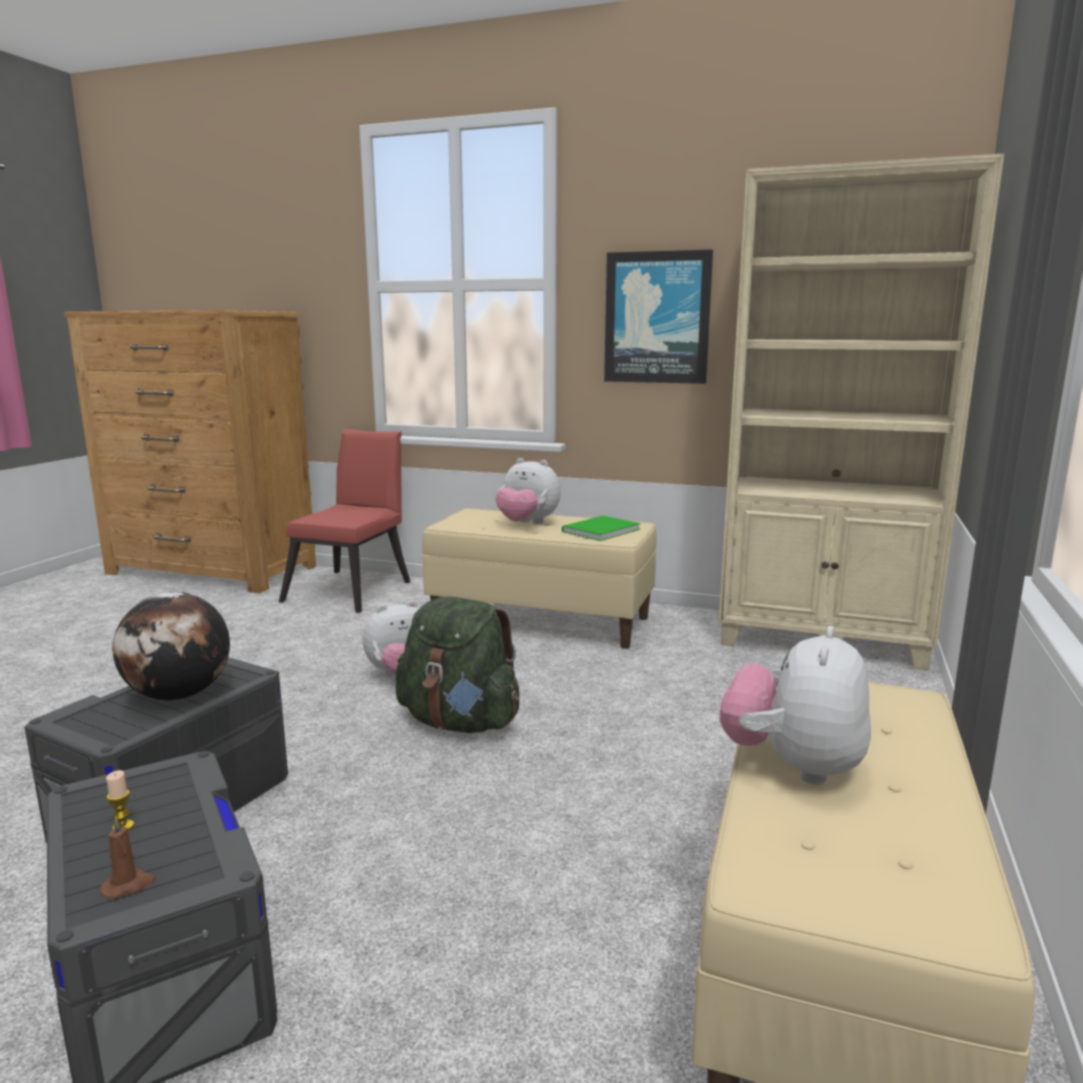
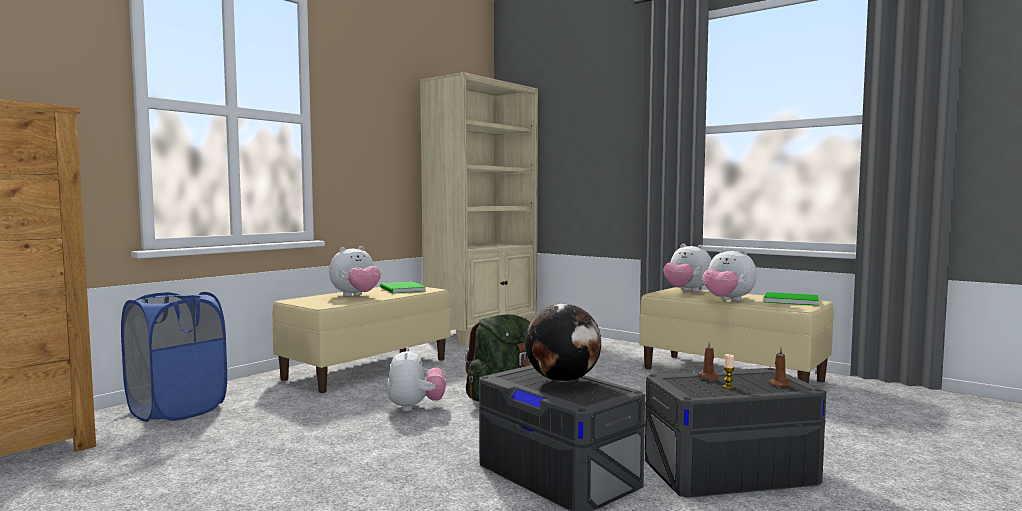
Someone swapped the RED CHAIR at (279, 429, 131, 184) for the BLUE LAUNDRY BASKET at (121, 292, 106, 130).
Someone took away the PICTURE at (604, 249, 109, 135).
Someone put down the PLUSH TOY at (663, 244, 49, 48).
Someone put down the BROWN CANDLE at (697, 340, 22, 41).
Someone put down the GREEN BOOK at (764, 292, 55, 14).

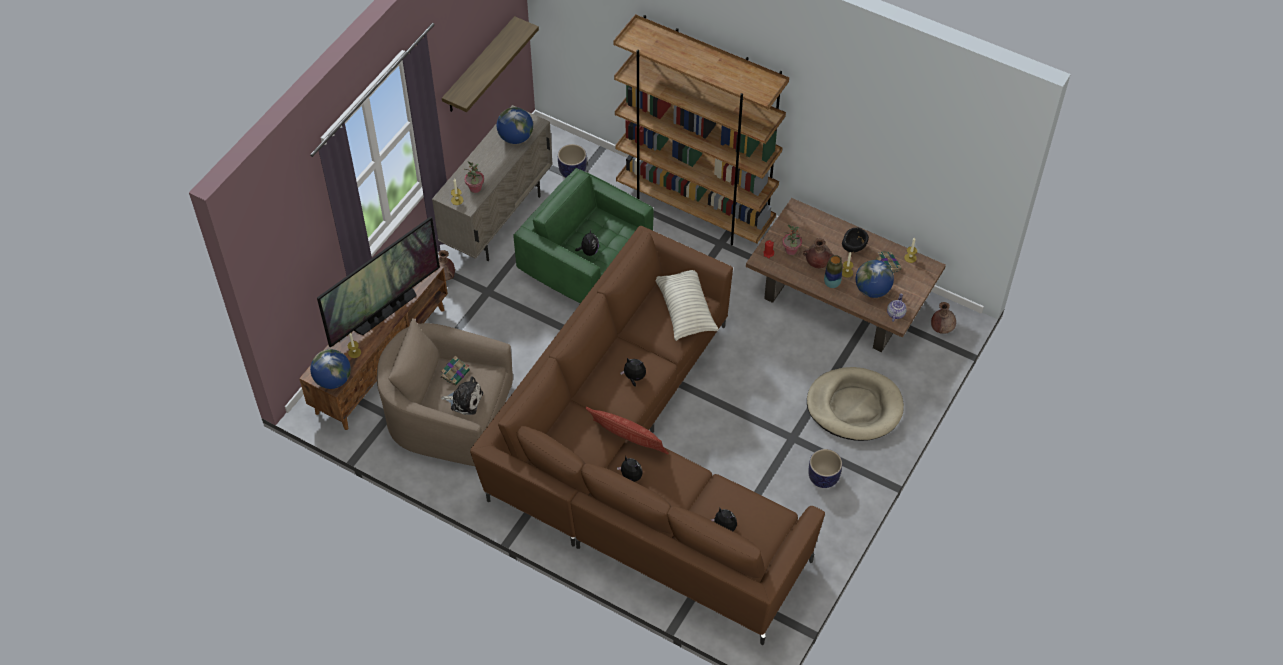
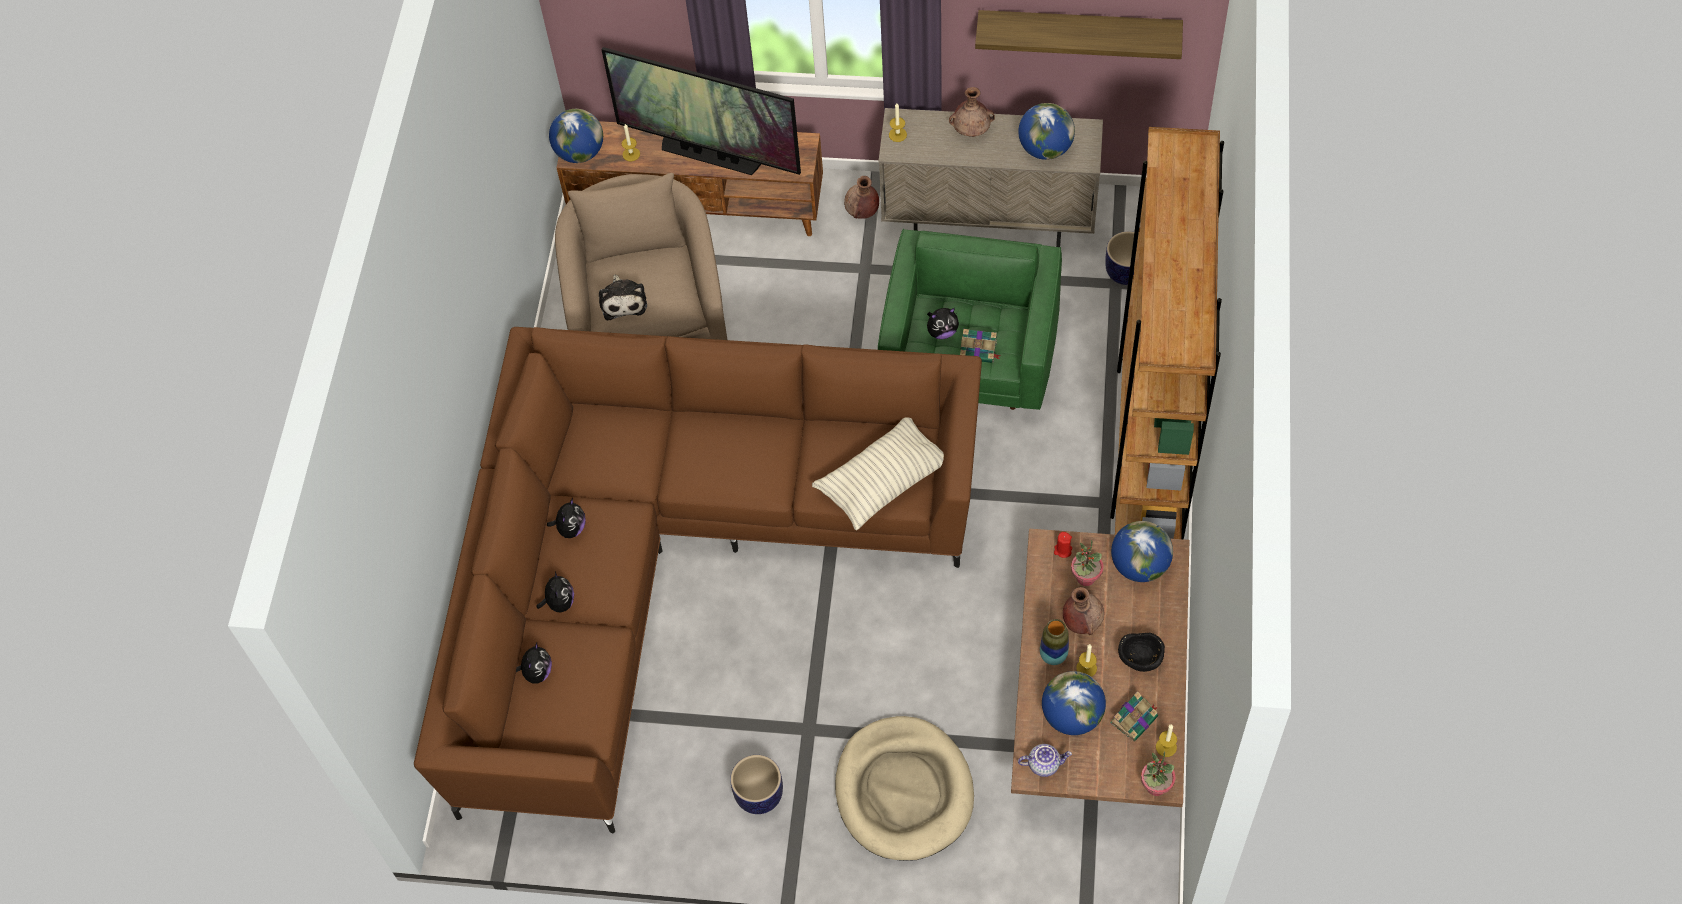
Someone carried the BOOK from (440, 356, 30, 30) to (960, 329, 41, 34).
Someone carried the POTTED PLANT from (465, 161, 19, 32) to (1141, 752, 34, 44).
Someone took away the PILLOW at (586, 407, 83, 47).
Someone carried the PLUSH TOY from (620, 358, 26, 28) to (537, 571, 37, 41).
Someone carried the BROWN VASE from (931, 302, 25, 32) to (949, 87, 46, 50).
Someone put down the GLOBE at (1111, 521, 62, 61).

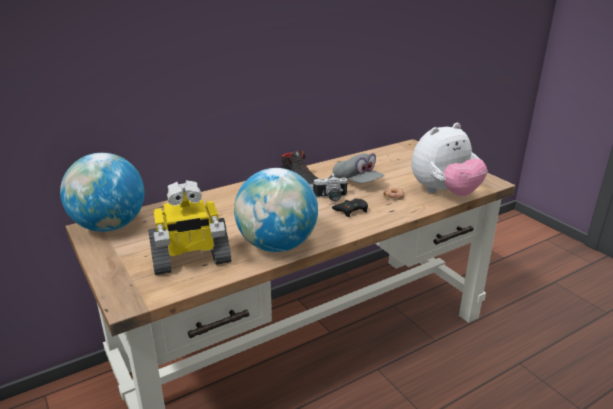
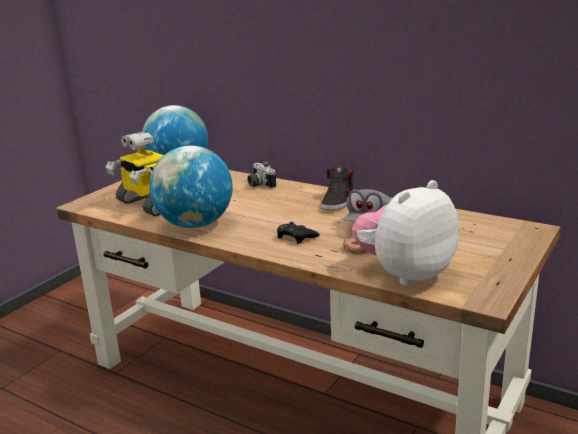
Someone carried the PHOTO CAMERA from (313, 173, 34, 28) to (247, 162, 29, 27).
Someone rotated the PLUSH TOY at (411, 123, 77, 73) by 105 degrees clockwise.

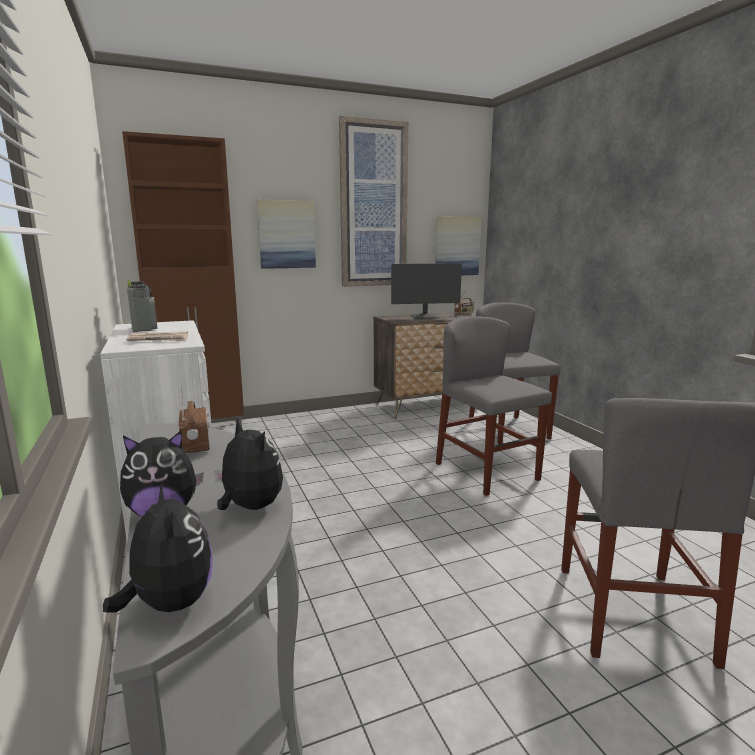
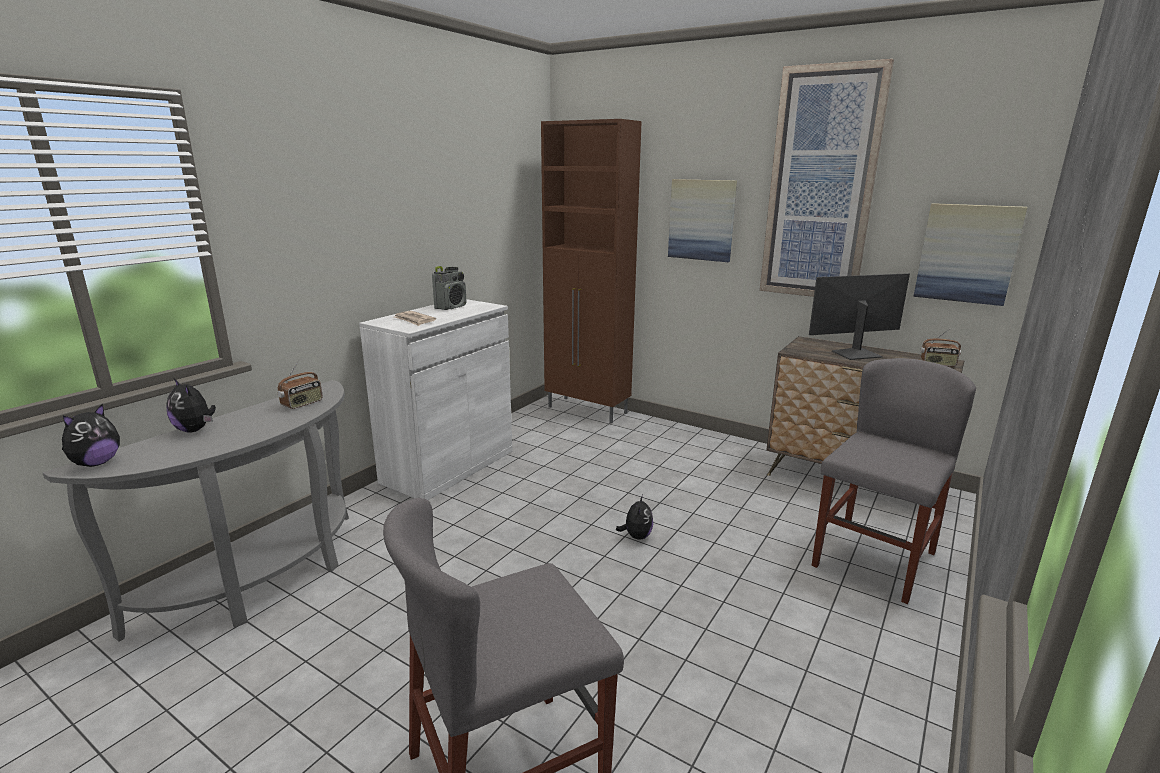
Someone carried the PLUSH TOY from (214, 419, 69, 91) to (616, 495, 37, 44).
Someone rotated the MONITOR at (391, 263, 71, 56) by 120 degrees clockwise.
Someone took away the GREY CHAIR at (436, 316, 116, 180).

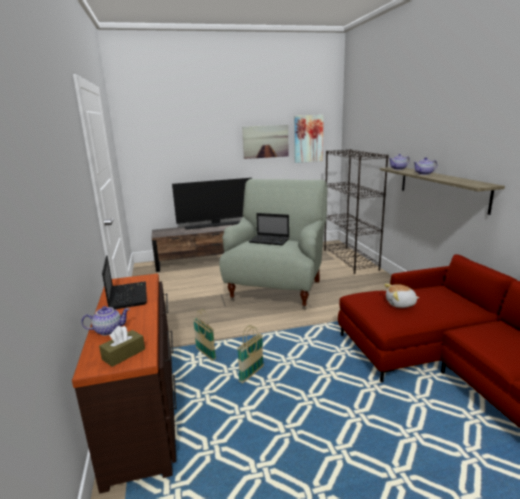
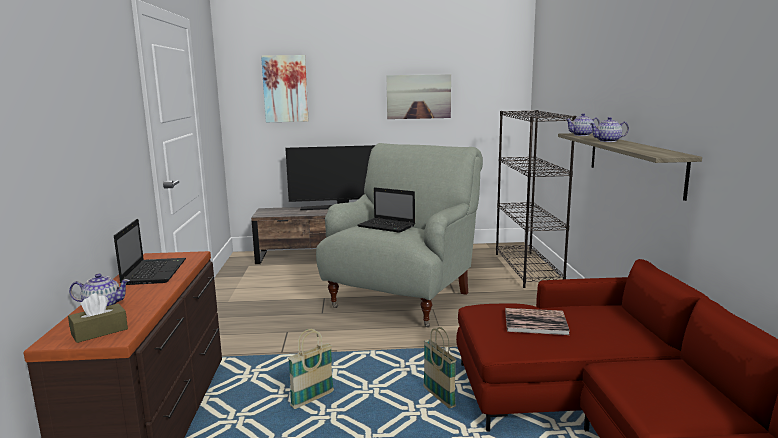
Someone carried the BASKET from (193, 309, 23, 52) to (423, 327, 33, 82).
Someone carried the PICTURE from (294, 115, 30, 48) to (261, 55, 48, 67).
Someone swapped the PLUSH TOY at (384, 284, 36, 24) for the BOOK at (505, 308, 65, 27).

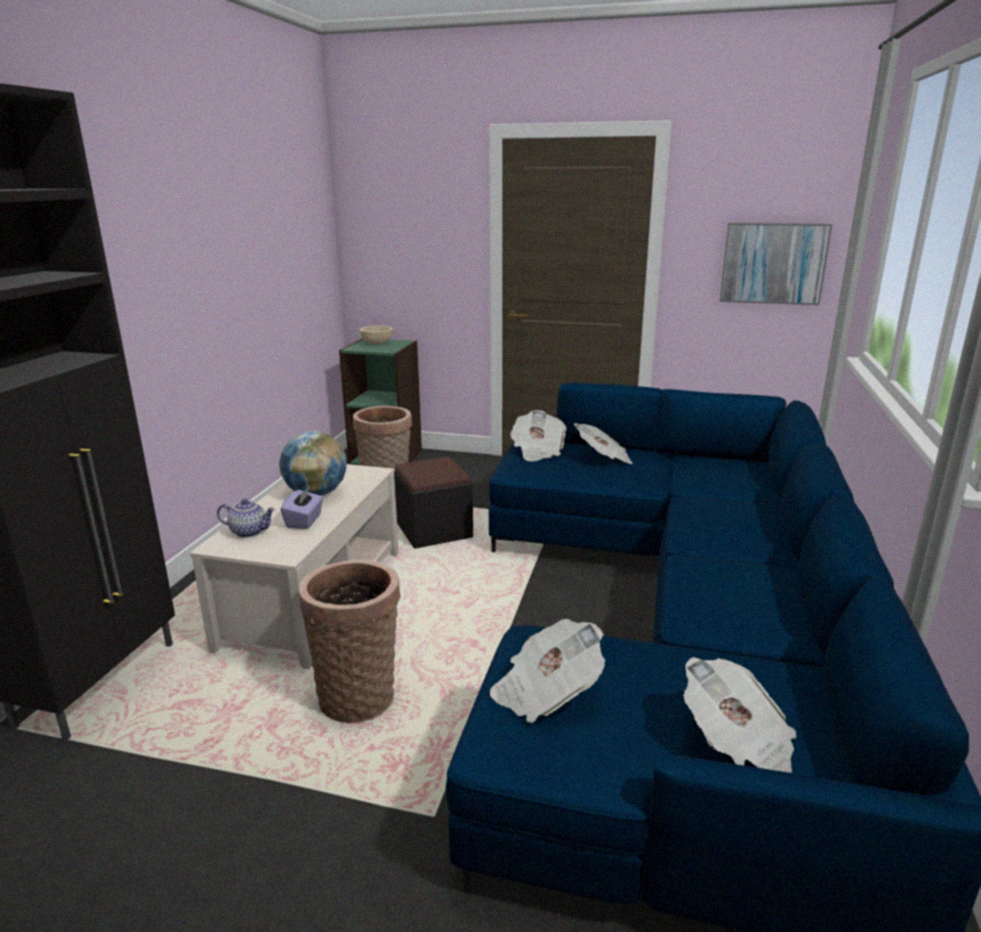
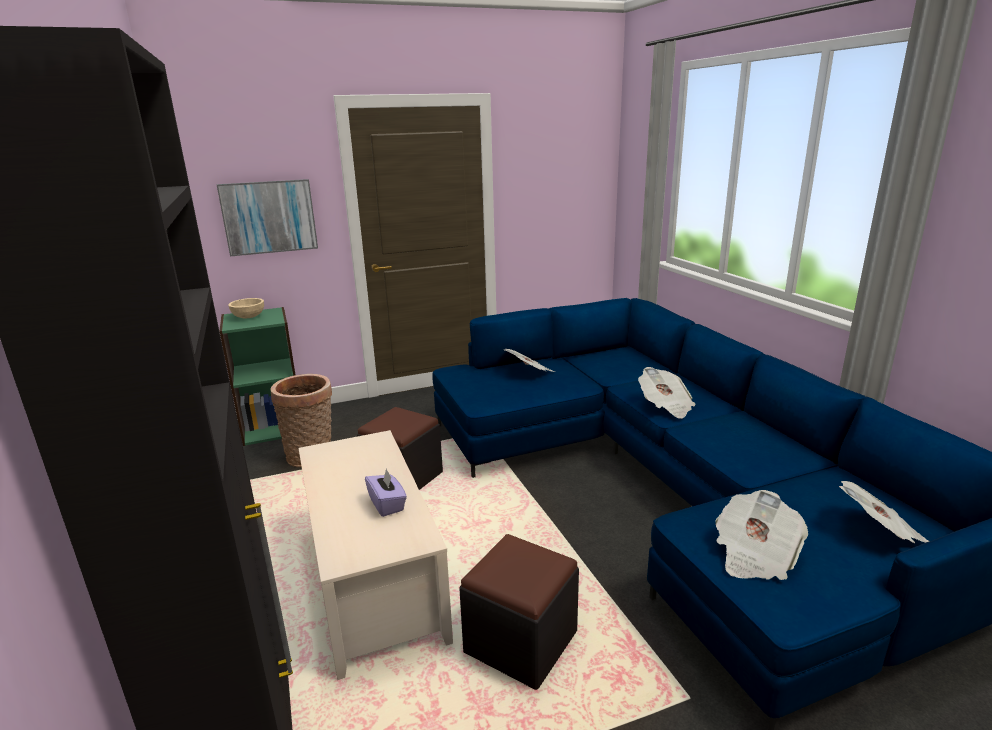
Someone took away the TEAPOT at (217, 499, 58, 39).
Someone took away the GLOBE at (279, 431, 68, 65).
Someone swapped the BASKET at (299, 560, 102, 163) for the BLACK OTTOMAN at (459, 534, 120, 156).
Someone carried the NEWSPAPER from (510, 410, 57, 51) to (638, 367, 58, 52).
Someone carried the PICTURE from (720, 223, 112, 82) to (217, 179, 101, 77).

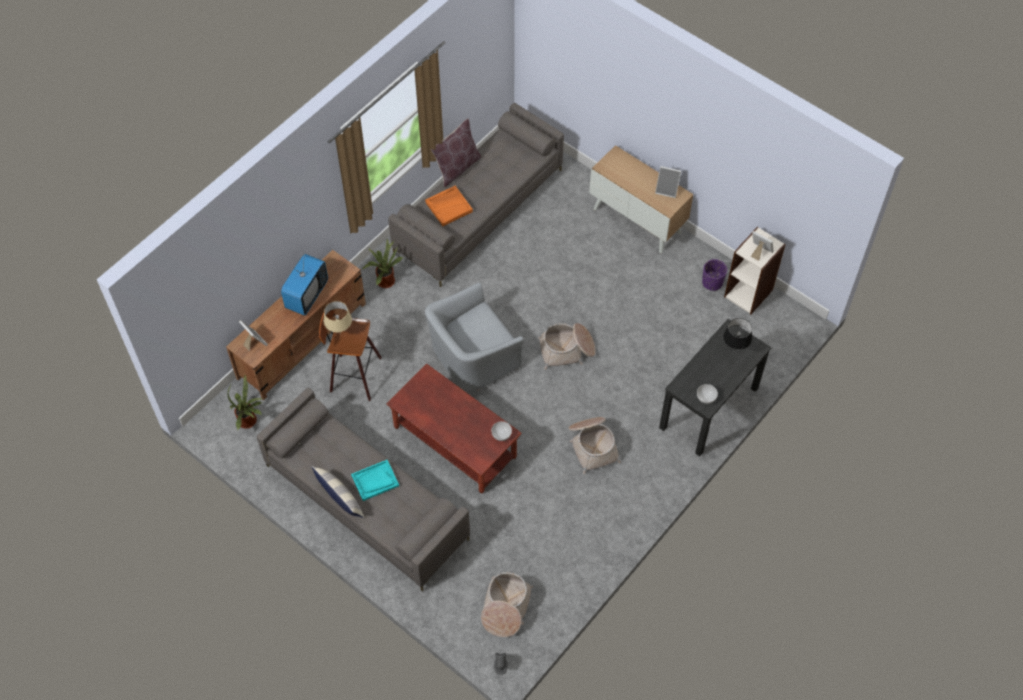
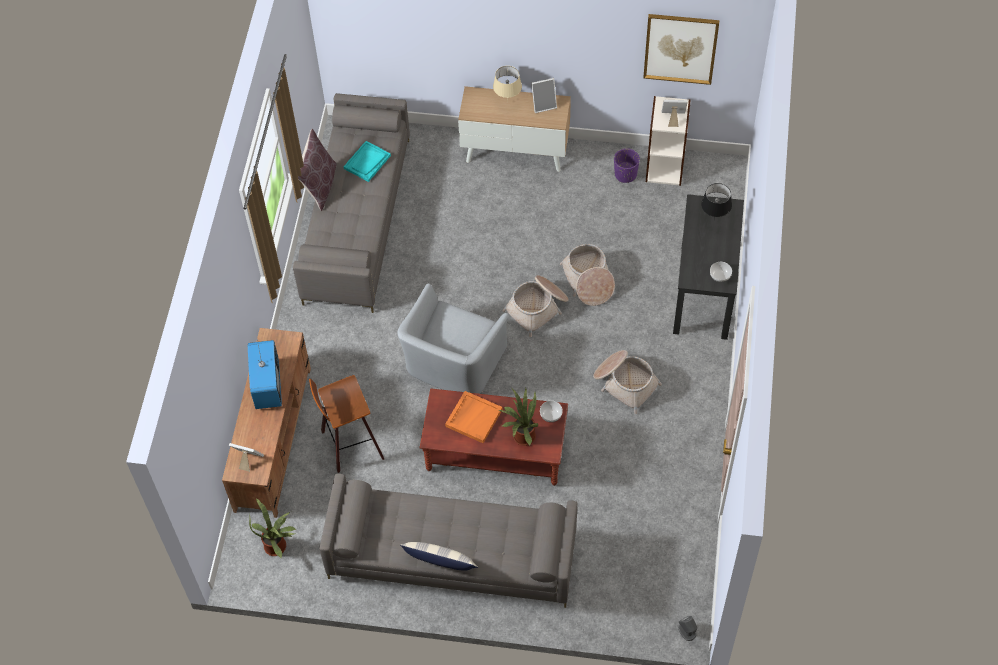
Someone carried the BEIGE TABLE LAMP from (324, 301, 28, 31) to (493, 66, 29, 32).
Someone carried the TURQUOISE TRAY from (351, 460, 48, 41) to (344, 141, 47, 41).
Someone carried the POTTED PLANT from (362, 239, 41, 49) to (499, 388, 39, 59).
Someone carried the ORANGE TRAY from (425, 186, 48, 40) to (445, 391, 58, 52).
Someone carried the BASKET from (481, 572, 52, 65) to (560, 244, 55, 62).
Someone put up the PICTURE at (643, 14, 76, 71).

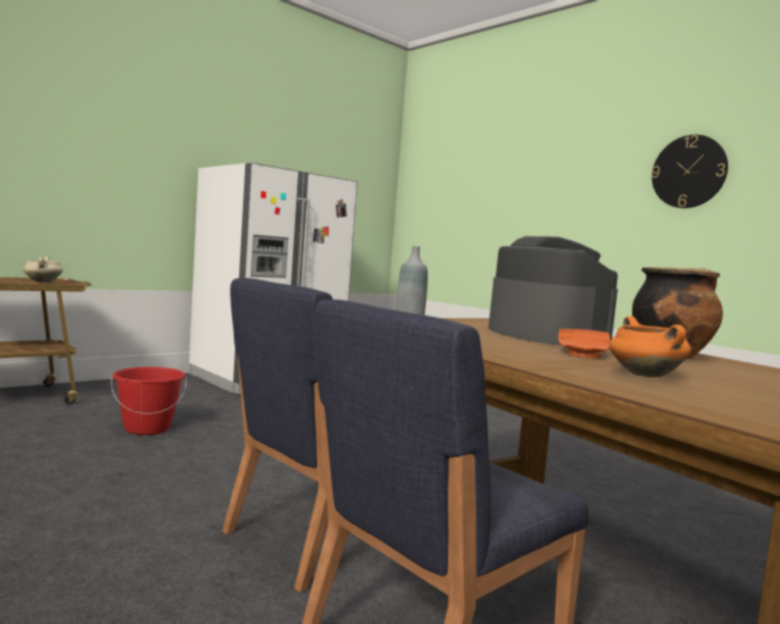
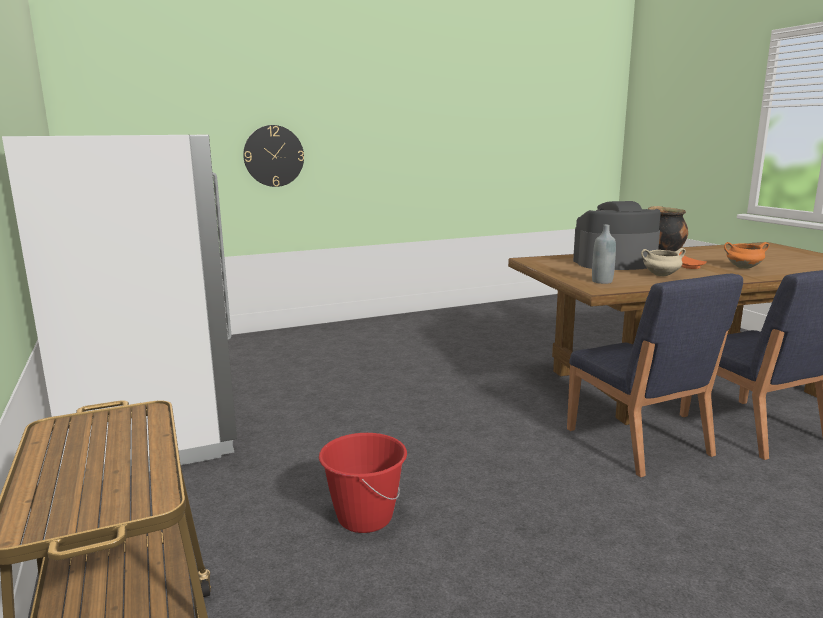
Someone carried the BEIGE COOKING POT from (23, 257, 40, 26) to (641, 248, 45, 28).
Someone carried the WALL CLOCK from (651, 135, 77, 73) to (243, 125, 61, 62).

